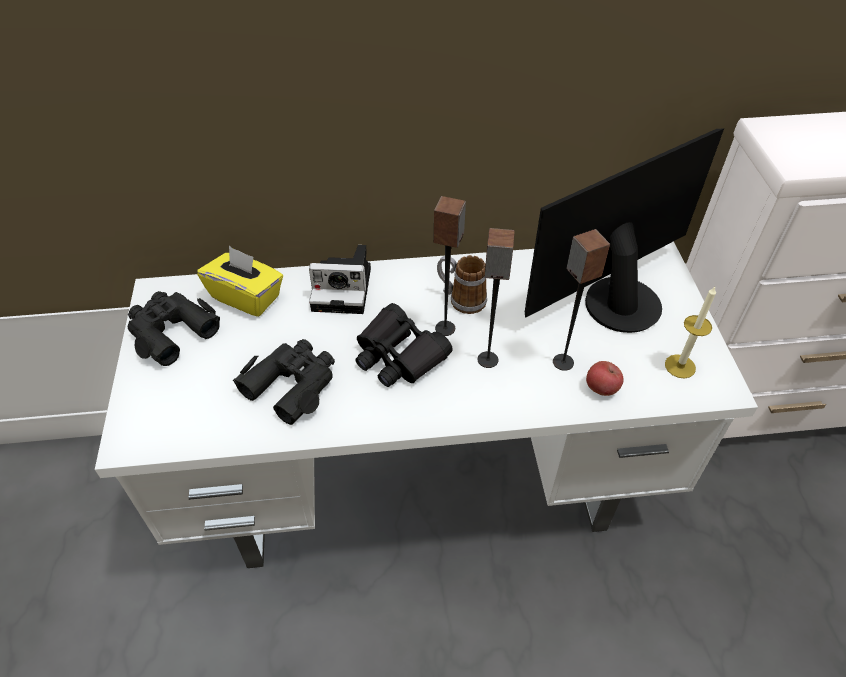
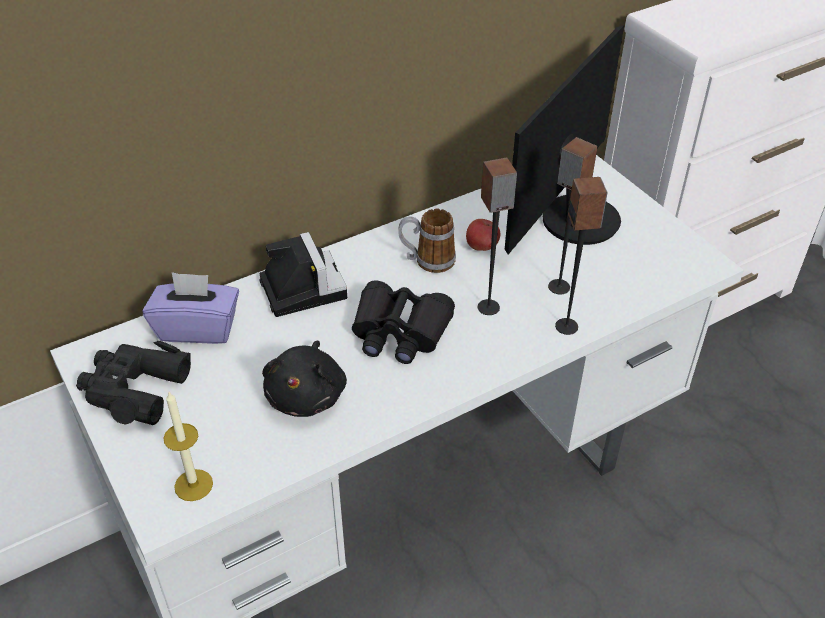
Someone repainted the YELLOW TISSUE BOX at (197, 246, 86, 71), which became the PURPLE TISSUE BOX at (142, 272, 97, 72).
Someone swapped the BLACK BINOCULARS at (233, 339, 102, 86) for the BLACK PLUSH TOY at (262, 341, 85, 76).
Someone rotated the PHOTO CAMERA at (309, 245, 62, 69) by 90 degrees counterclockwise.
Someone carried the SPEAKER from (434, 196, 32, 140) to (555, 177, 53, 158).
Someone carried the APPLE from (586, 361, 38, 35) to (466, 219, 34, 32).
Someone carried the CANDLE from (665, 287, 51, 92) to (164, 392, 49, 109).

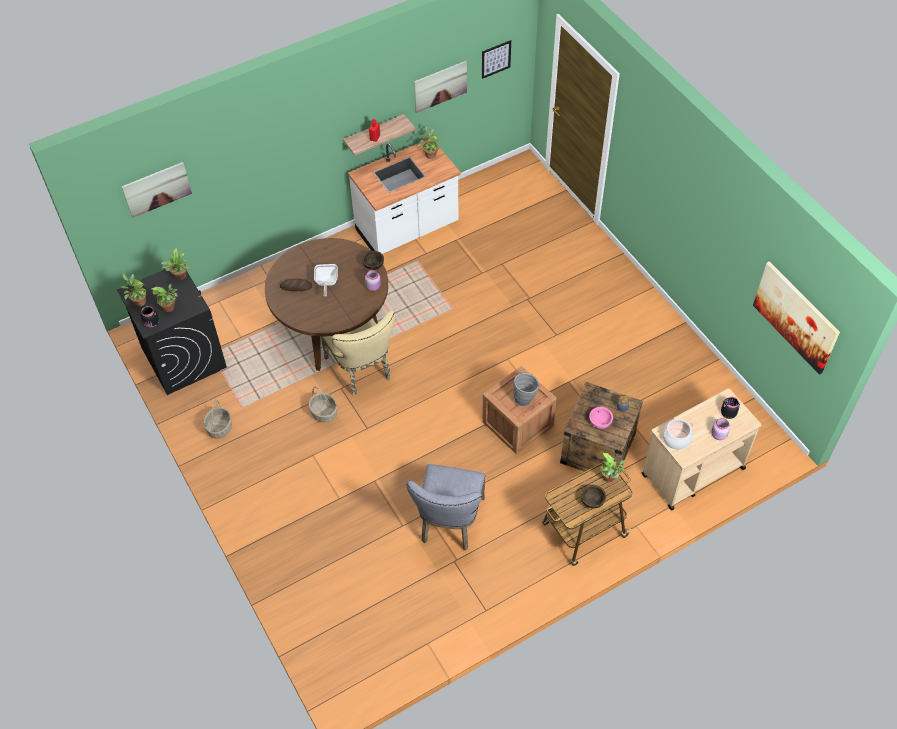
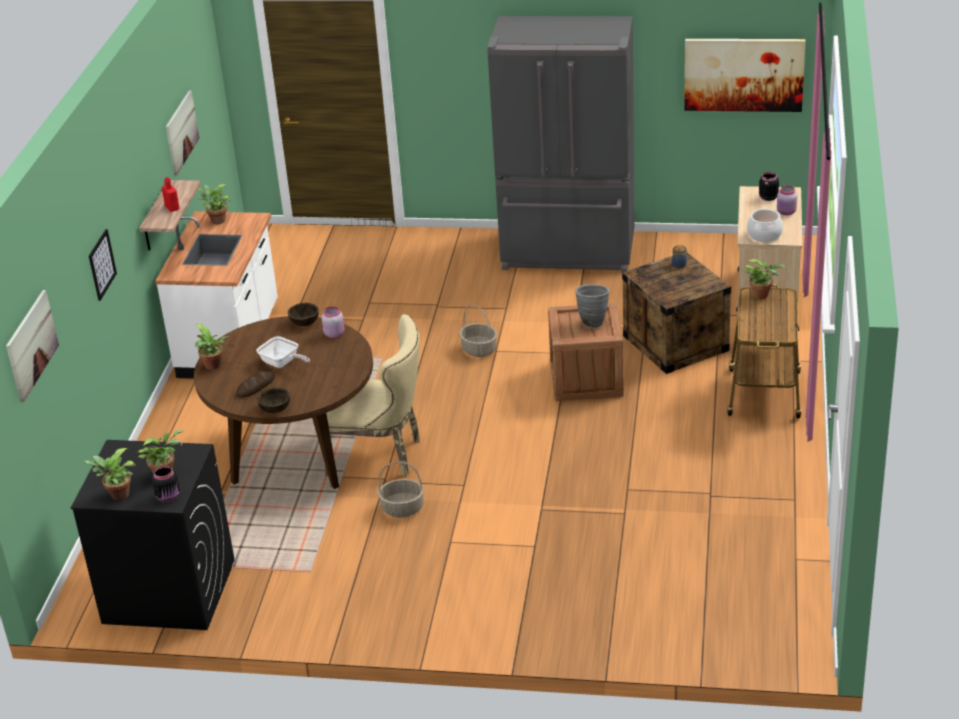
Someone carried the POTTED PLANT from (161, 248, 28, 32) to (195, 324, 34, 46).
Someone carried the BASKET from (204, 400, 28, 39) to (459, 305, 38, 52).
Someone took away the GREY CHAIR at (406, 464, 79, 86).
Someone carried the PICTURE from (482, 40, 29, 39) to (89, 229, 28, 72).
Someone carried the BROWN BOWL from (581, 485, 25, 24) to (257, 387, 33, 26).
Someone took away the PINK BOWL at (589, 407, 24, 22).
Someone put down the GREY FRIDGE at (487, 16, 147, 257).

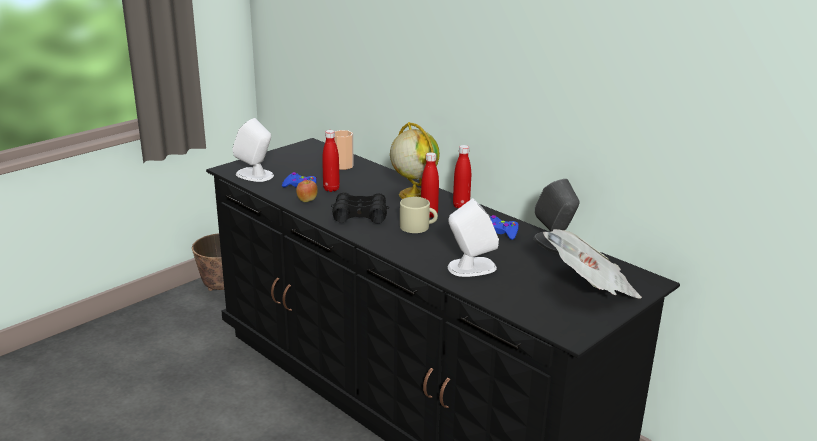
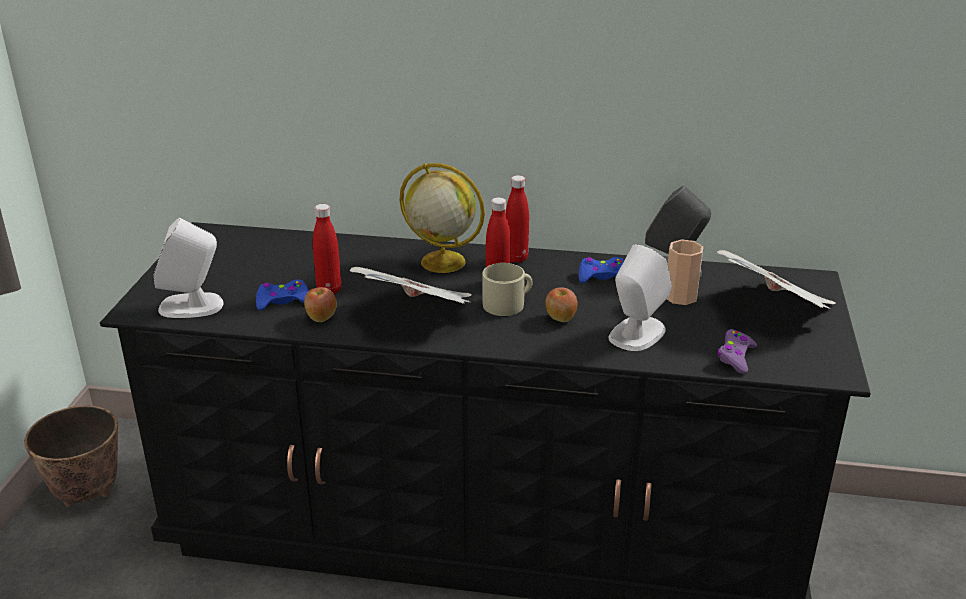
Someone swapped the BLACK BINOCULARS at (331, 192, 58, 32) for the NEWSPAPER at (350, 267, 122, 37).
Someone carried the CUP from (334, 130, 20, 40) to (667, 239, 36, 66).
Someone put down the APPLE at (545, 287, 32, 35).
Someone put down the PURPLE GAME CONTROLLER at (718, 329, 39, 45).

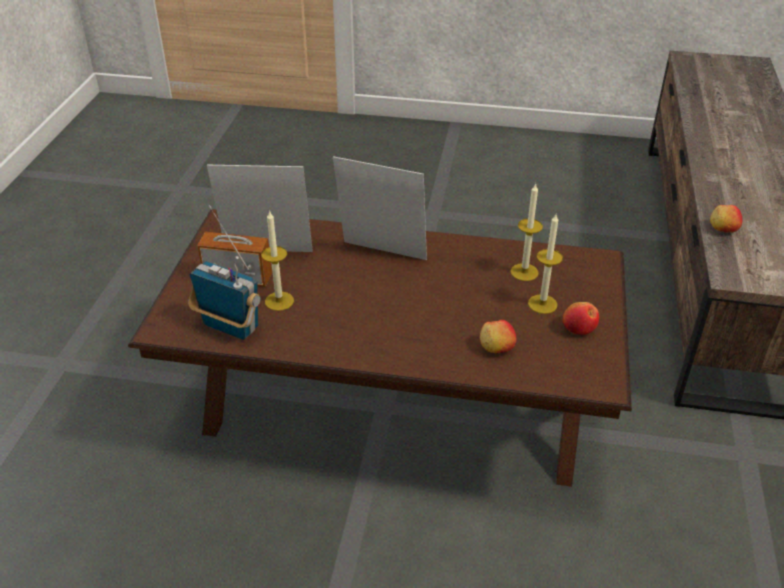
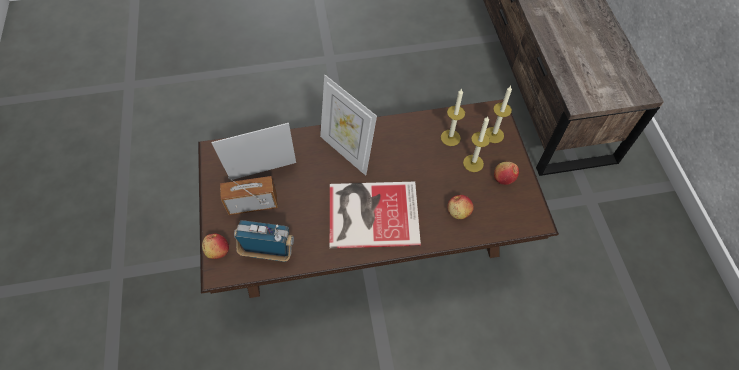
Someone carried the CANDLE from (261, 210, 33, 101) to (485, 86, 27, 57).
Someone rotated the PICTURE FRAME at (333, 156, 94, 104) by 135 degrees counterclockwise.
Someone carried the APPLE from (710, 205, 32, 28) to (202, 234, 27, 25).
Someone put down the BOOK at (330, 182, 91, 67).

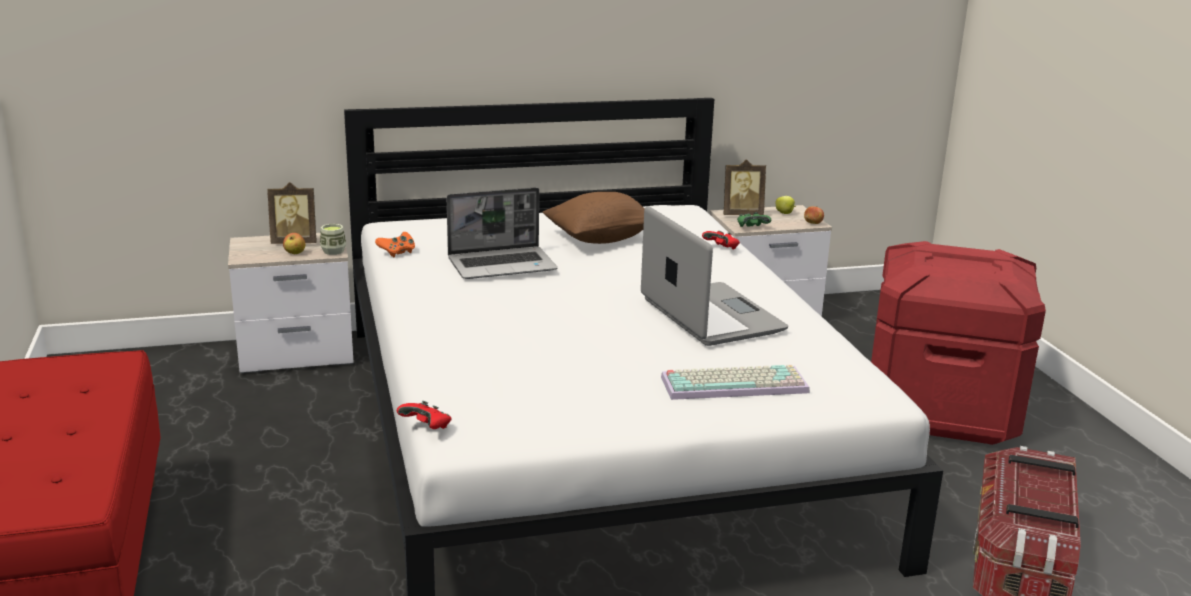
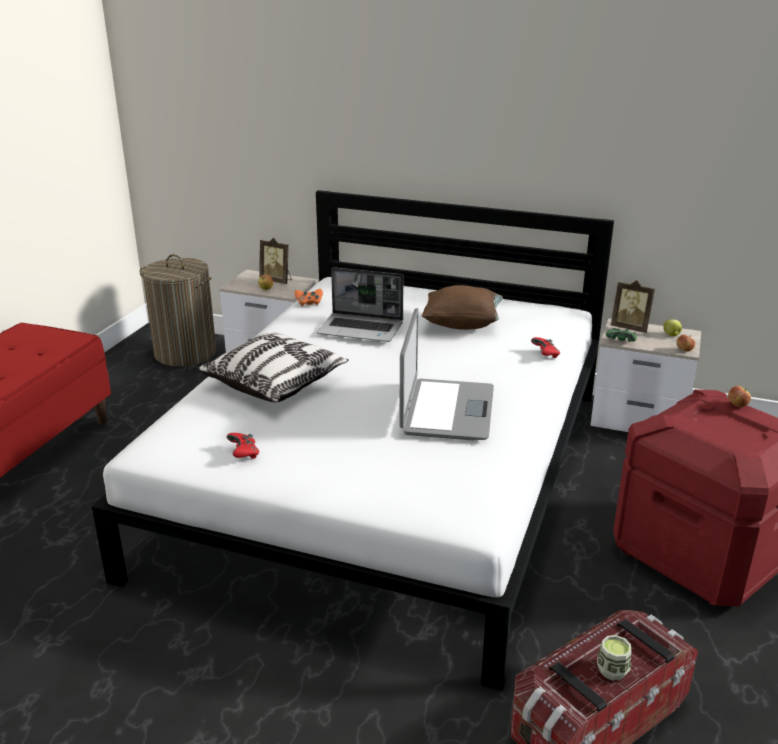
Someone carried the CUP from (320, 224, 26, 31) to (597, 635, 34, 46).
Someone carried the RED GAME CONTROLLER from (397, 401, 55, 28) to (227, 433, 32, 26).
Someone took away the KEYBOARD at (661, 365, 149, 35).
Someone put down the LAUNDRY BASKET at (140, 254, 76, 112).
Someone put down the PILLOW at (197, 332, 152, 70).
Someone put down the APPLE at (728, 386, 23, 21).

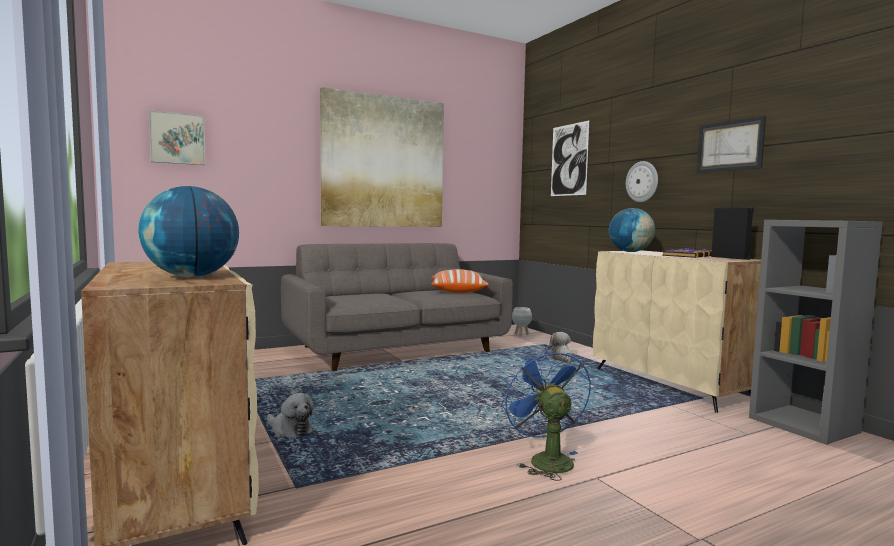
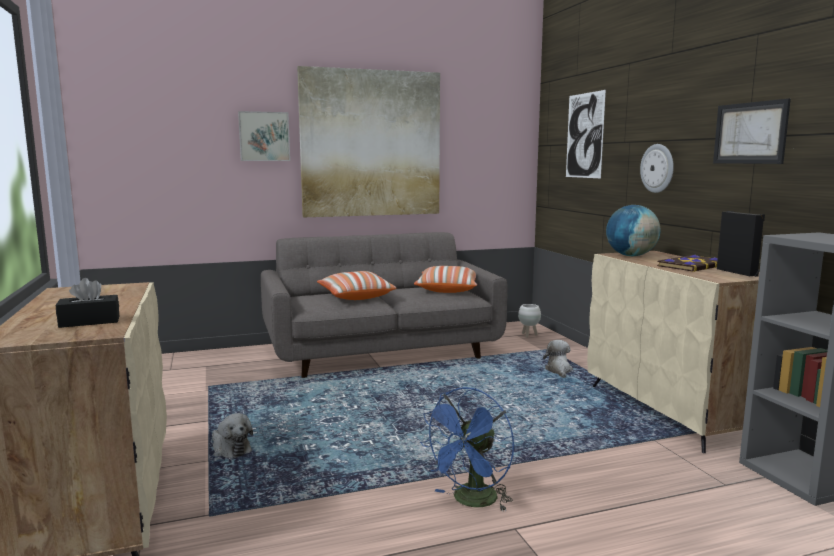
Someone swapped the GLOBE at (139, 186, 100, 91) for the BLACK TISSUE BOX at (56, 278, 64, 50).
Someone carried the PICTURE from (149, 110, 57, 55) to (238, 111, 52, 50).
Someone rotated the BLUE FAN at (501, 347, 90, 134) by 135 degrees counterclockwise.
Someone put down the PILLOW at (317, 271, 79, 29).

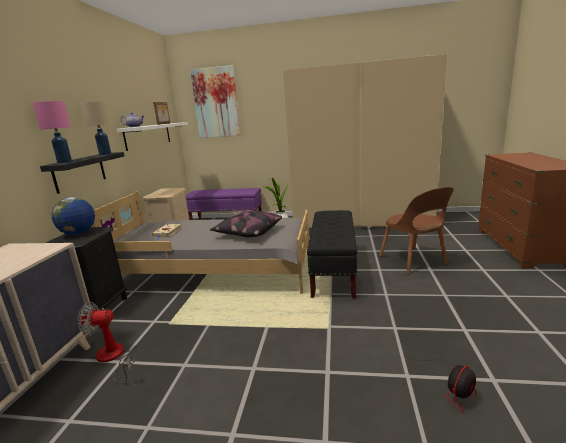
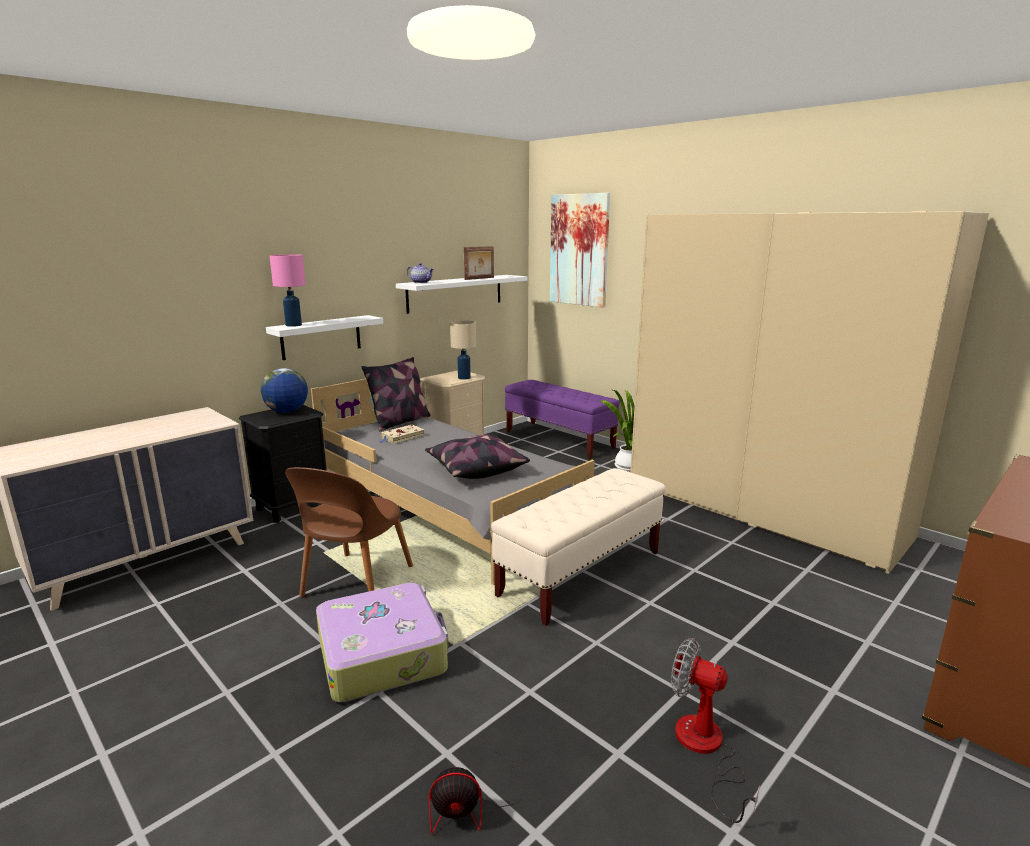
Someone repainted the BLACK SHELF at (40, 152, 84, 42), which became the WHITE SHELF at (266, 315, 117, 45).
Someone carried the FAN from (78, 302, 56, 81) to (671, 638, 89, 185).
Someone carried the BEIGE TABLE LAMP from (80, 101, 31, 54) to (450, 320, 26, 60).
Someone repainted the BLACK BENCH at (306, 210, 52, 89), which became the BEIGE BENCH at (491, 468, 175, 158).
Someone carried the BROWN CHAIR from (379, 187, 74, 87) to (285, 467, 128, 130).
Someone put down the SUITCASE at (316, 583, 132, 119).
Someone put down the PILLOW at (362, 357, 69, 74).

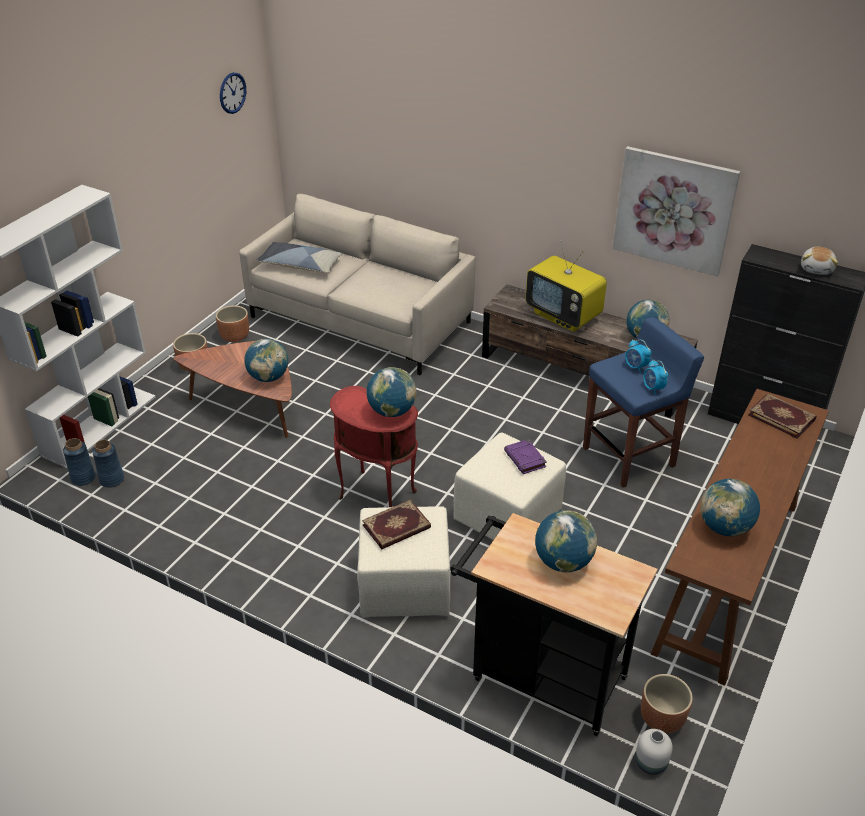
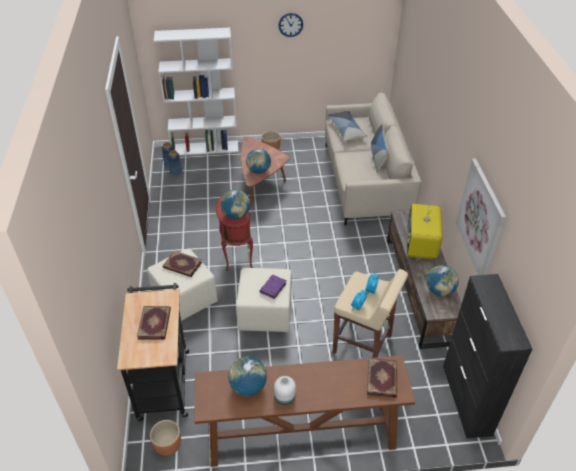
Someone took away the BROWN PLANTER at (216, 305, 33, 37).
Someone carried the WALL CLOCK from (220, 72, 26, 42) to (278, 13, 25, 24).
Someone swapped the GLOBE at (535, 510, 62, 62) for the BOOK at (137, 306, 34, 34).
Someone repainted the BLUE STOOL at (583, 317, 121, 170), which became the BEIGE STOOL at (333, 269, 75, 89).
Someone carried the WHITE VASE from (635, 729, 38, 46) to (274, 376, 22, 29).
Someone took away the PLUSH TOY at (801, 247, 37, 28).
Someone put down the PILLOW at (371, 124, 18, 49).

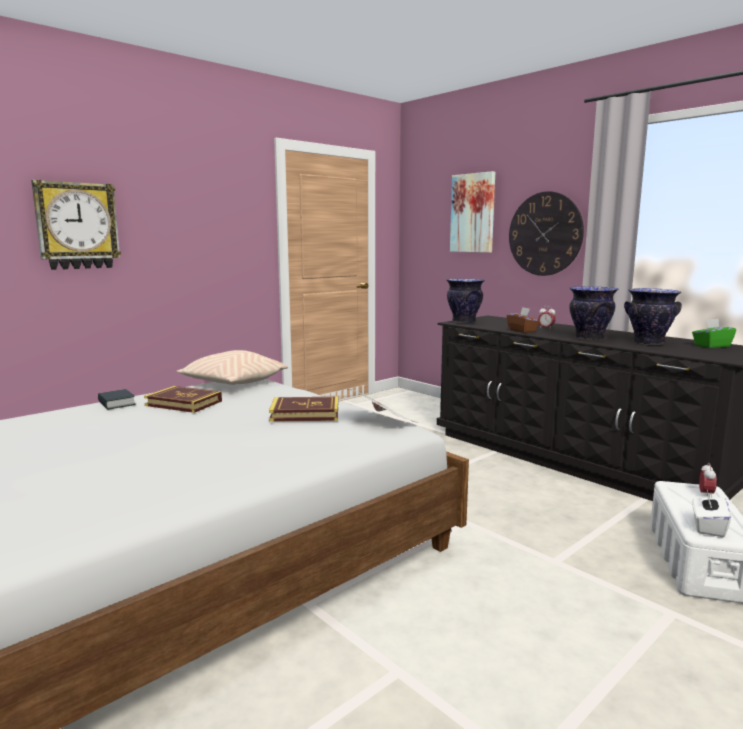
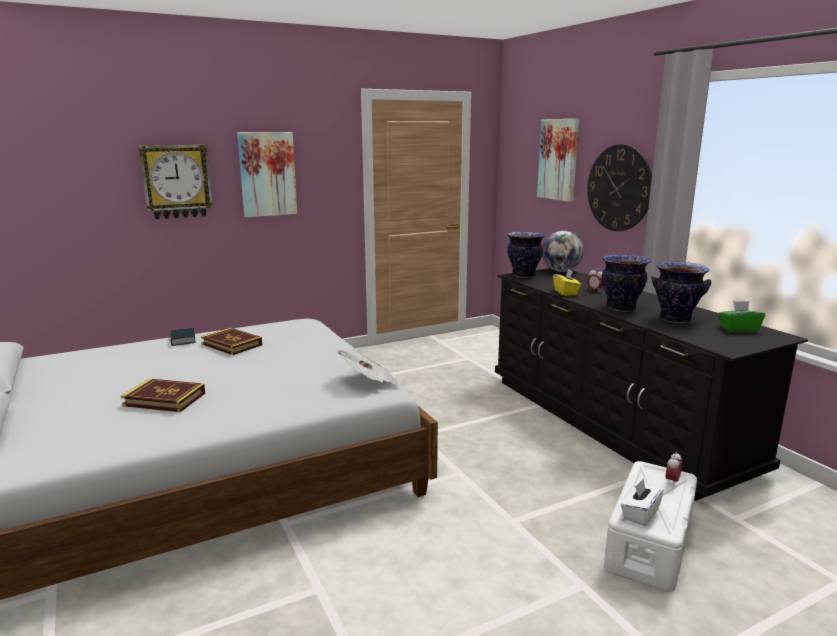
Someone took away the BEIGE PILLOW at (177, 350, 111, 35).
Someone carried the BOOK from (269, 397, 69, 25) to (121, 379, 84, 33).
Someone repainted the BROWN TISSUE BOX at (507, 307, 33, 26), which became the YELLOW TISSUE BOX at (553, 269, 28, 27).
Someone put up the PICTURE at (237, 132, 60, 85).
Someone put down the GLOBE at (542, 231, 42, 41).

